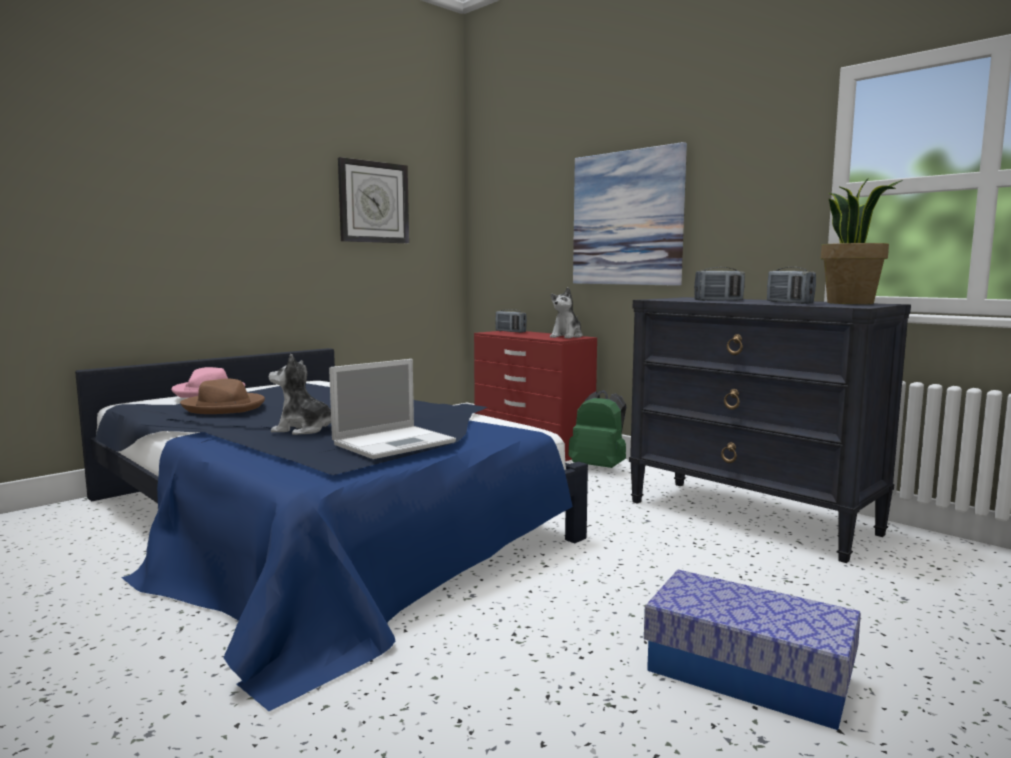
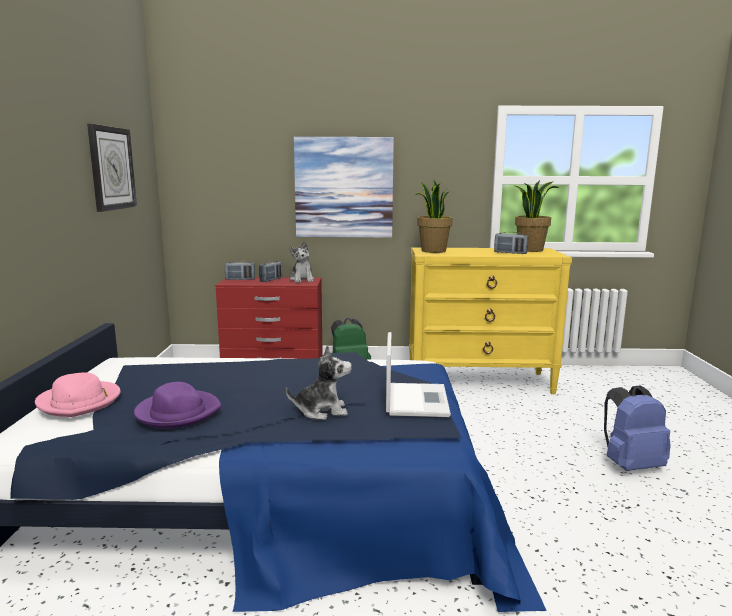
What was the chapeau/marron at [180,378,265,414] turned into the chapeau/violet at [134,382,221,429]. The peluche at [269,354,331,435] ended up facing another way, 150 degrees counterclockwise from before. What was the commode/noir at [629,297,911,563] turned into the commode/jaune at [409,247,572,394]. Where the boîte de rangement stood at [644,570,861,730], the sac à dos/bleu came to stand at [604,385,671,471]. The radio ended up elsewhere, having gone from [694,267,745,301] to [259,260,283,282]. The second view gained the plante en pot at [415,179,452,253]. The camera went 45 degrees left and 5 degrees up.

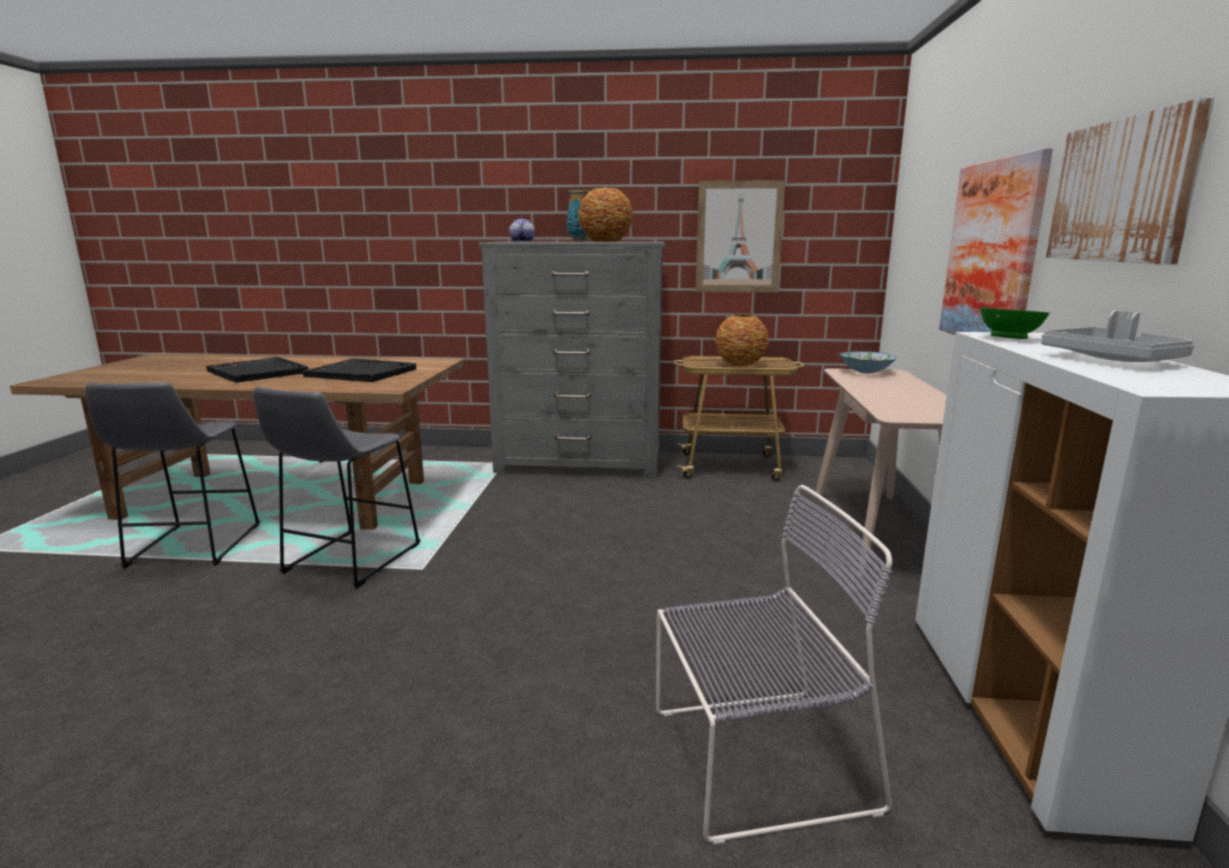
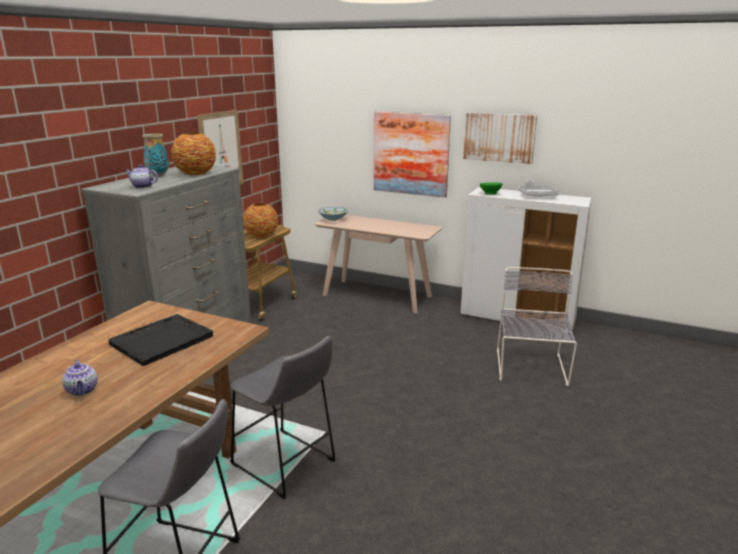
Where the plateau/noir stood at [206,357,308,383], the théière came to stand at [62,360,98,396]. The camera went 70 degrees left and 5 degrees up.

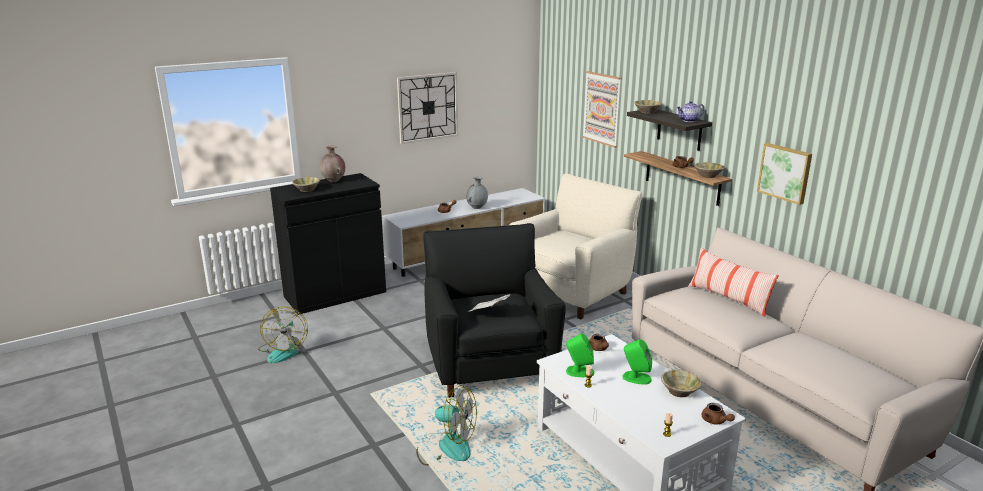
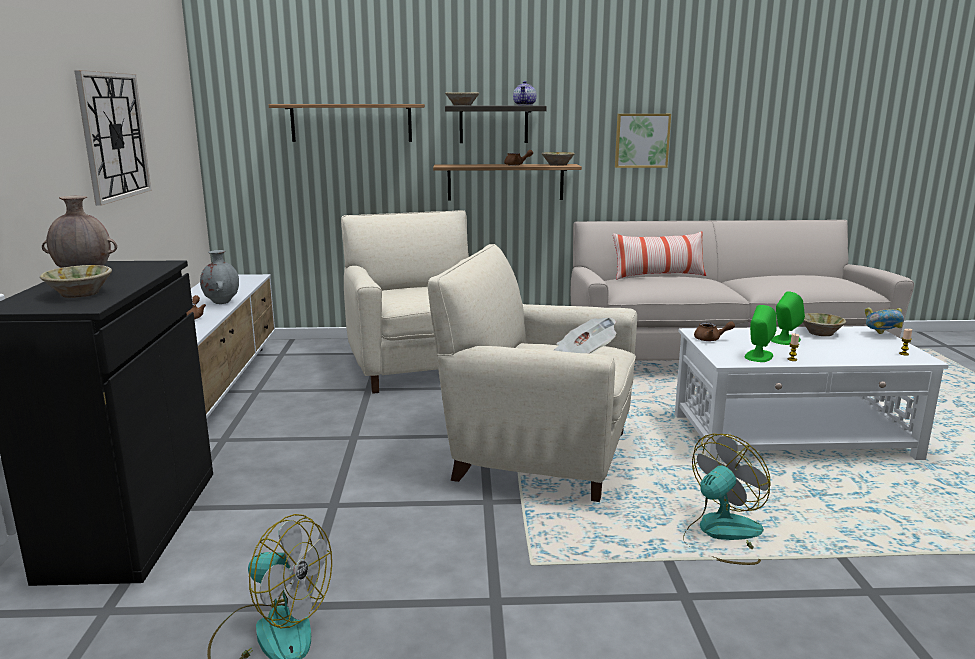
What was the fauteuil/noir at [423,223,566,398] turned into the fauteuil/beige at [428,244,637,502]. Where the tableau hung at [582,71,622,148], the étagère came to hang at [269,104,425,142]. Where the théière/marron stood at [702,403,735,425], the bol came to stand at [865,307,904,334]. The camera went 60 degrees left and 5 degrees down.

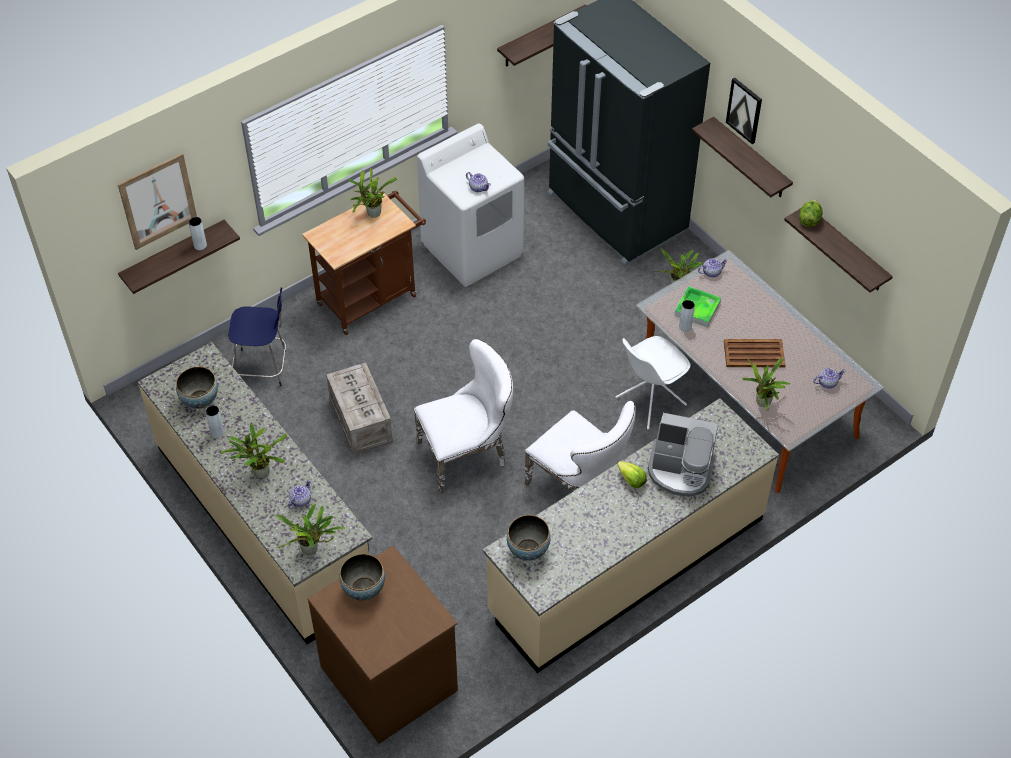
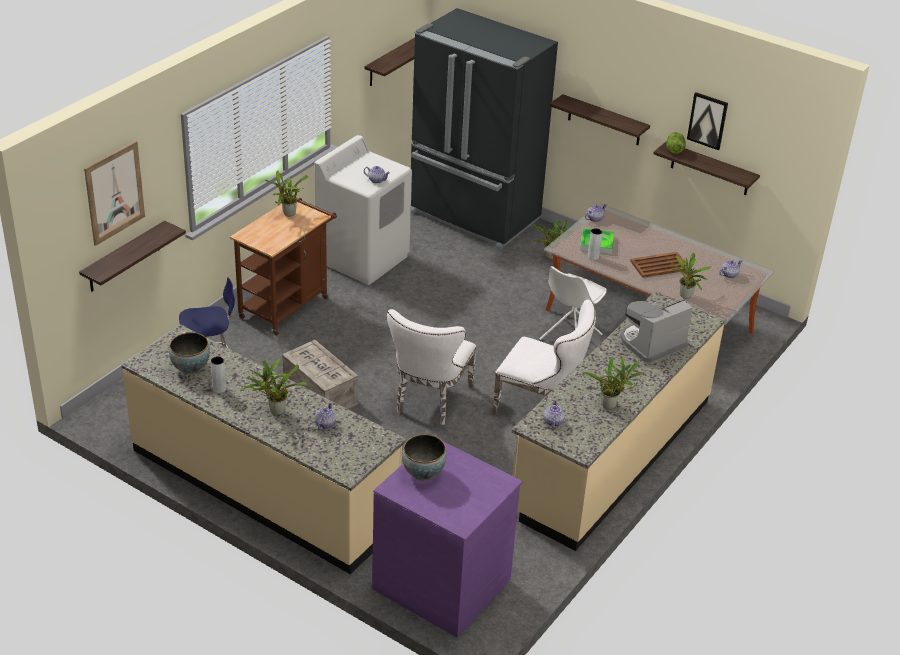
The second view lost the vase/gris at [188,217,207,250]. The plante en pot ended up elsewhere, having gone from [275,504,345,555] to [582,356,643,410]. What was the commode/marron at [308,546,458,744] turned into the commode/violet at [372,441,523,638]. The chaise/blanc at [414,339,513,493] ended up facing another way, 150 degrees clockwise from before. Where the bol stood at [507,515,551,561], the théière came to stand at [543,399,565,428]. The second view lost the laitue at [617,461,647,488]. The machine à café at [648,413,718,497] ended up facing another way, 150 degrees clockwise from before. The tableau ended up elsewhere, having gone from [726,78,762,144] to [687,92,728,150]. The camera went 20 degrees left and 15 degrees down.

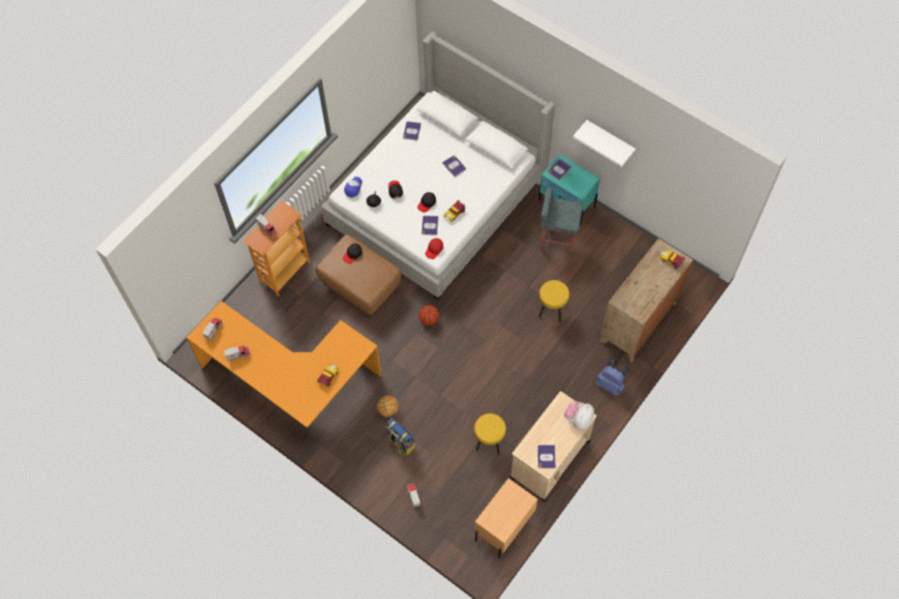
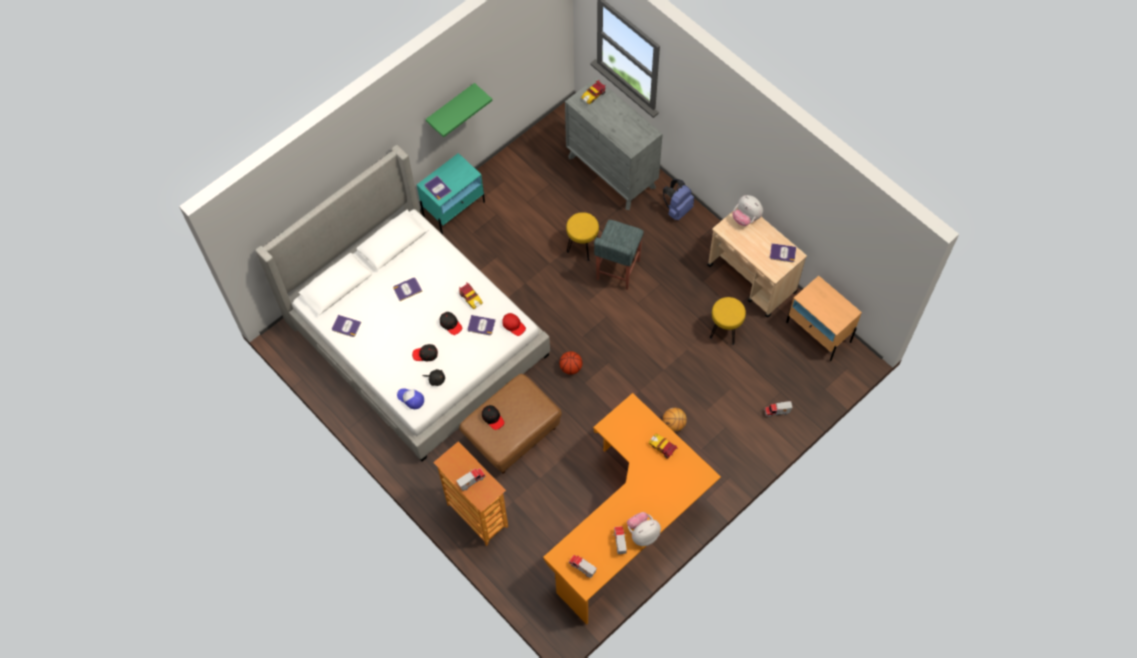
The second view lost the sac à dos at [386,418,415,457]. The tabouret/gris ended up elsewhere, having gone from [540,187,583,255] to [594,220,644,290]. What was the étagère/blanc at [573,120,636,167] turned into the étagère/vert at [426,83,492,137]. What was the commode/marron at [600,238,693,362] turned into the commode/gris at [565,78,663,210]. The second view gained the peluche at [627,512,661,546]. The camera went 80 degrees left and 0 degrees up.

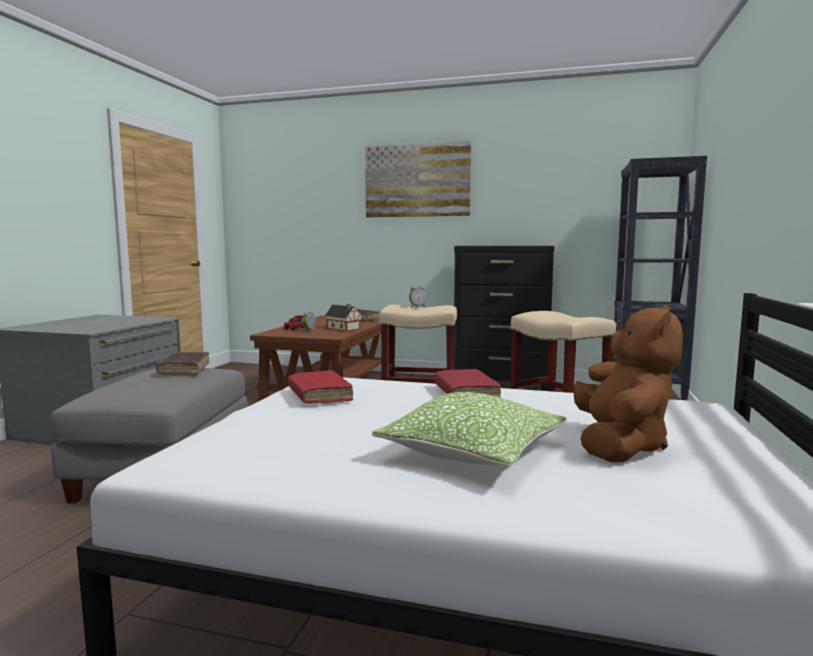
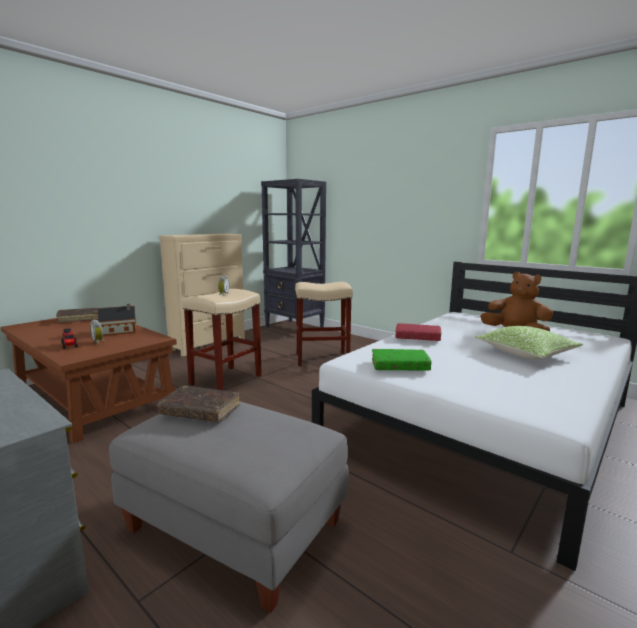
What was the livre/rouge at [288,370,353,404] turned into the livre/vert at [372,349,432,370]. The second view lost the tableau at [365,141,471,217]. What was the commode/noir at [454,246,554,390] turned into the commode/beige at [159,234,245,356]. The camera went 65 degrees left and 5 degrees up.

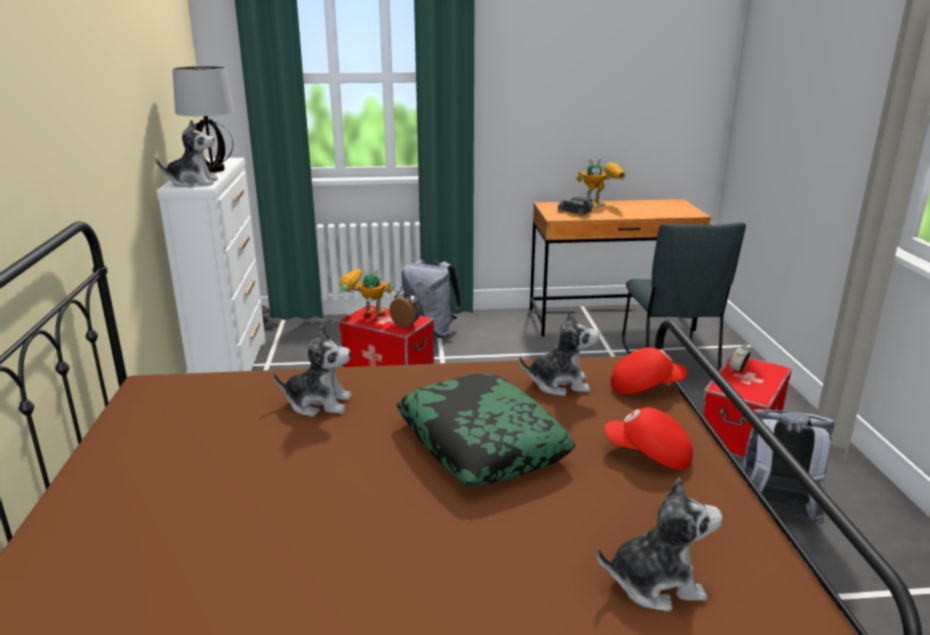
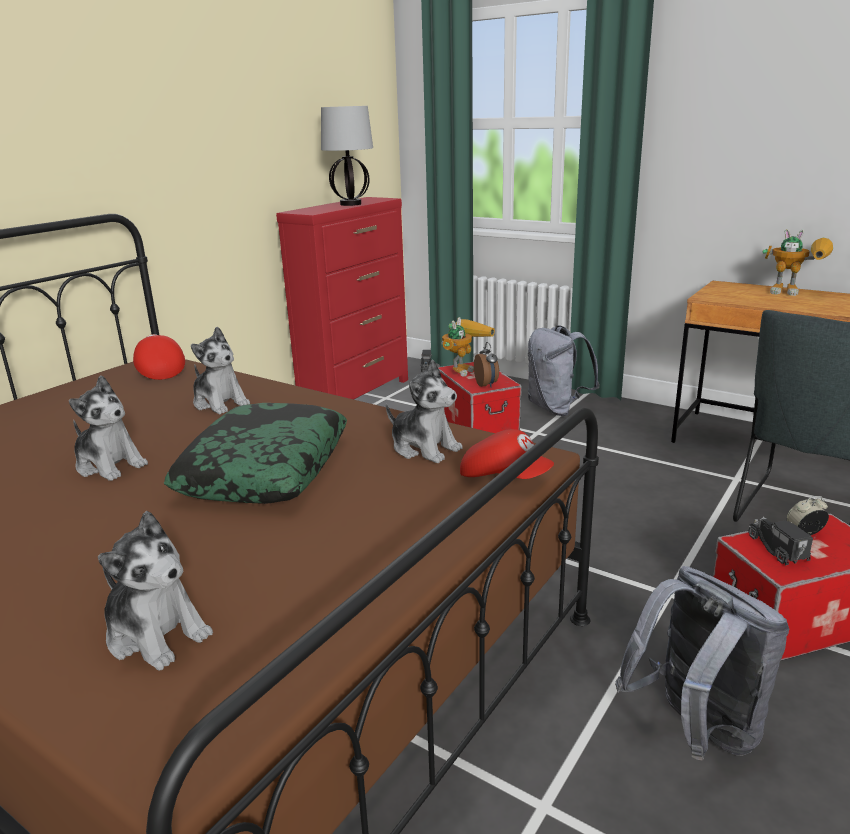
The peluche ended up elsewhere, having gone from [156,120,218,187] to [69,375,148,481]. What was the commode/blanc at [157,158,265,373] turned into the commode/rouge at [276,197,408,400]. The robot jouet at [339,268,394,314] ended up facing another way, 75 degrees clockwise from before. The camion jouet ended up elsewhere, having gone from [558,197,593,216] to [748,516,813,565]. The casquette/rouge ended up elsewhere, having gone from [604,407,693,470] to [133,334,185,380]. The camera went 40 degrees right and 0 degrees up.

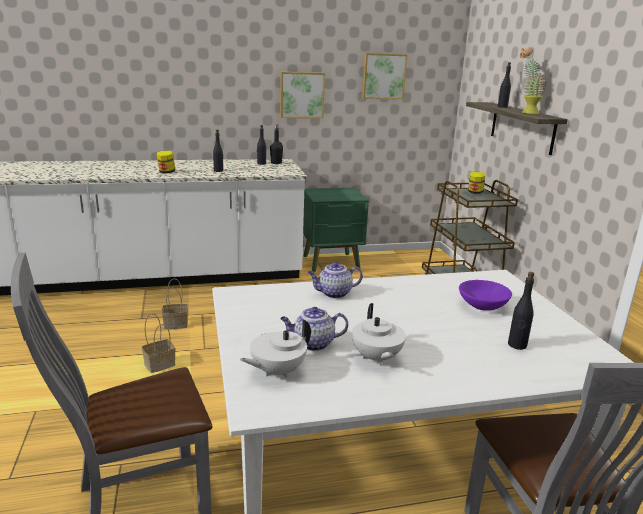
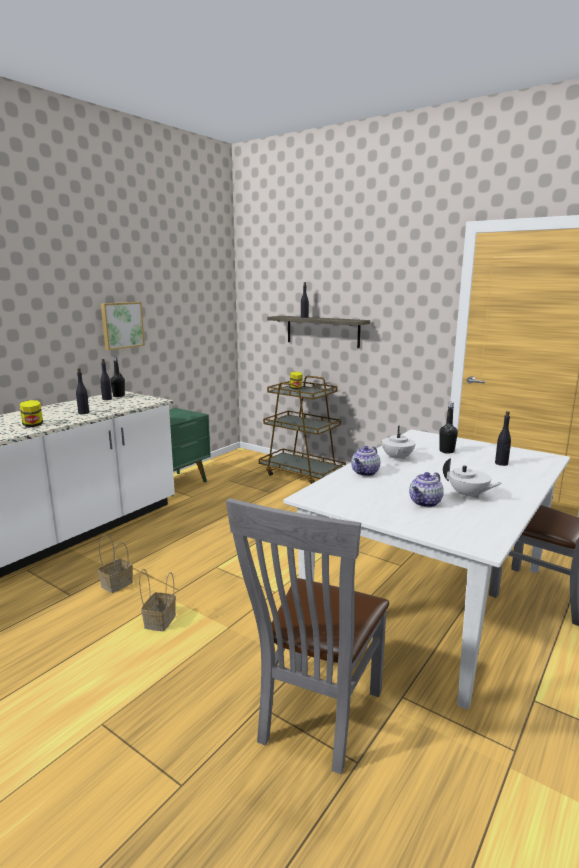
The théière/blanc ended up elsewhere, having gone from [240,319,311,377] to [382,426,416,461]. The second view lost the tableau at [362,53,408,99]. Where the bol/violet stood at [459,280,512,310], the bouteille/noir came to stand at [440,402,458,453]. The second view lost the plante en pot at [520,47,546,114]. The camera went 40 degrees left and 5 degrees down.

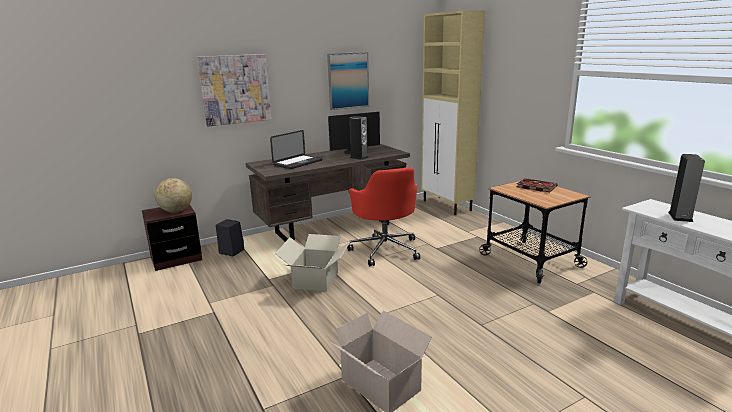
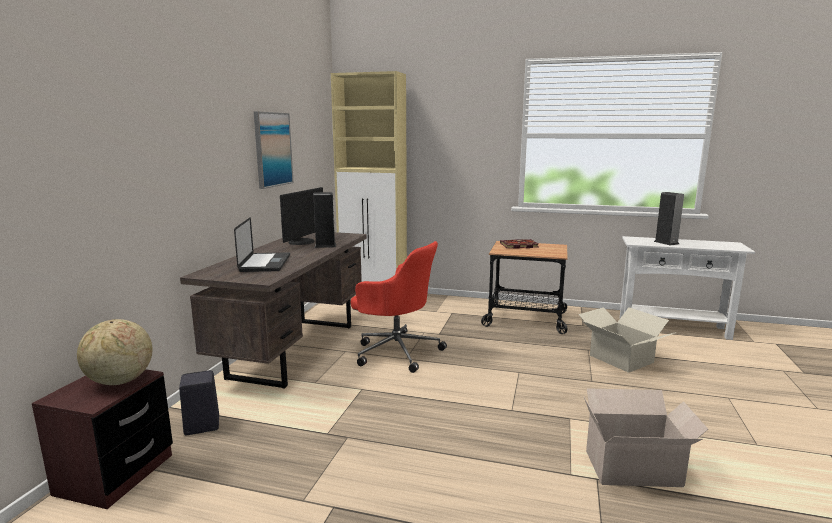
The second view lost the tableau at [197,54,271,126]. The carton ended up elsewhere, having gone from [275,234,351,292] to [578,307,677,373]. The camera went 45 degrees left and 5 degrees down.

